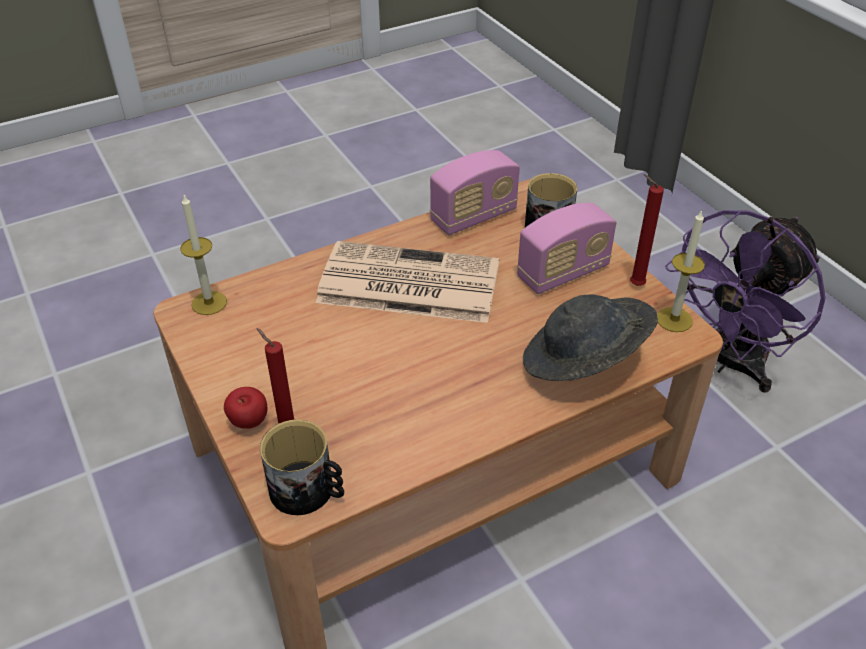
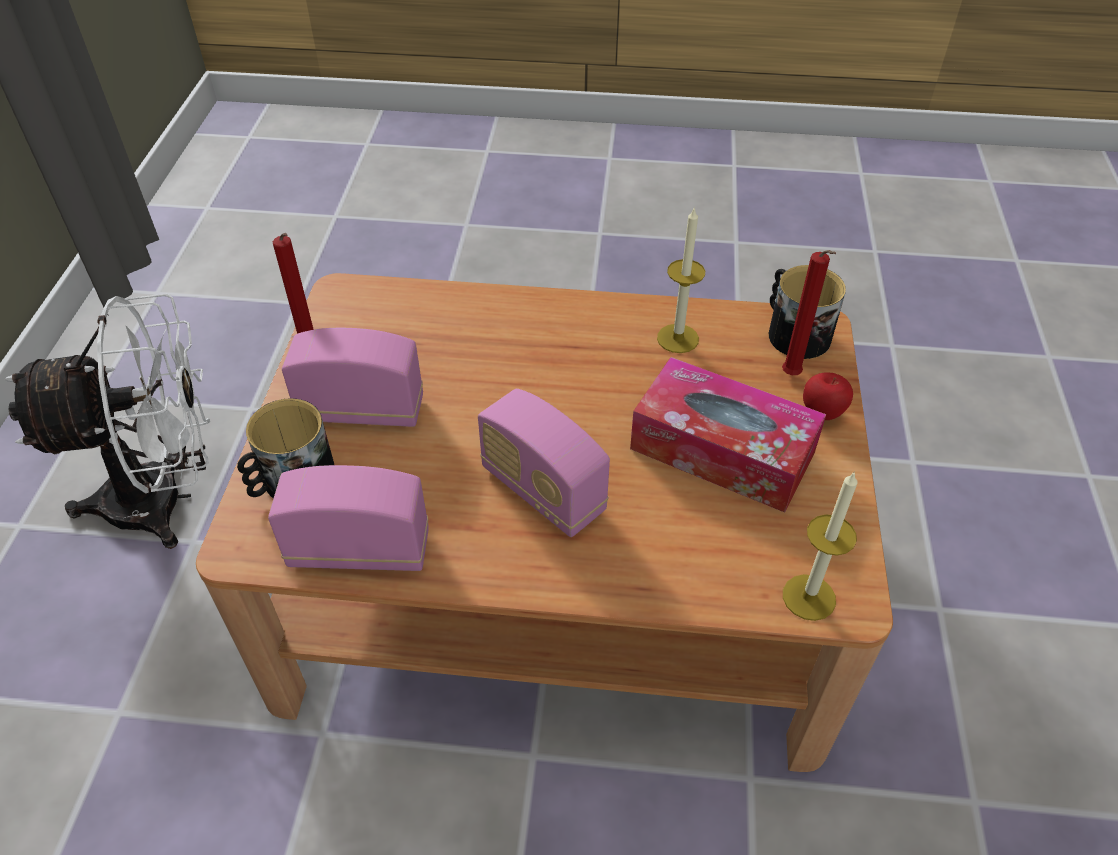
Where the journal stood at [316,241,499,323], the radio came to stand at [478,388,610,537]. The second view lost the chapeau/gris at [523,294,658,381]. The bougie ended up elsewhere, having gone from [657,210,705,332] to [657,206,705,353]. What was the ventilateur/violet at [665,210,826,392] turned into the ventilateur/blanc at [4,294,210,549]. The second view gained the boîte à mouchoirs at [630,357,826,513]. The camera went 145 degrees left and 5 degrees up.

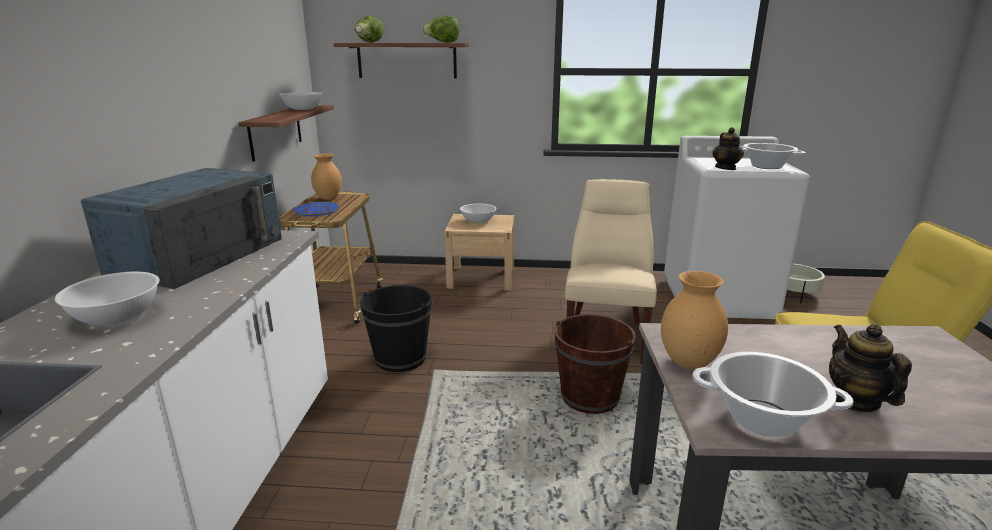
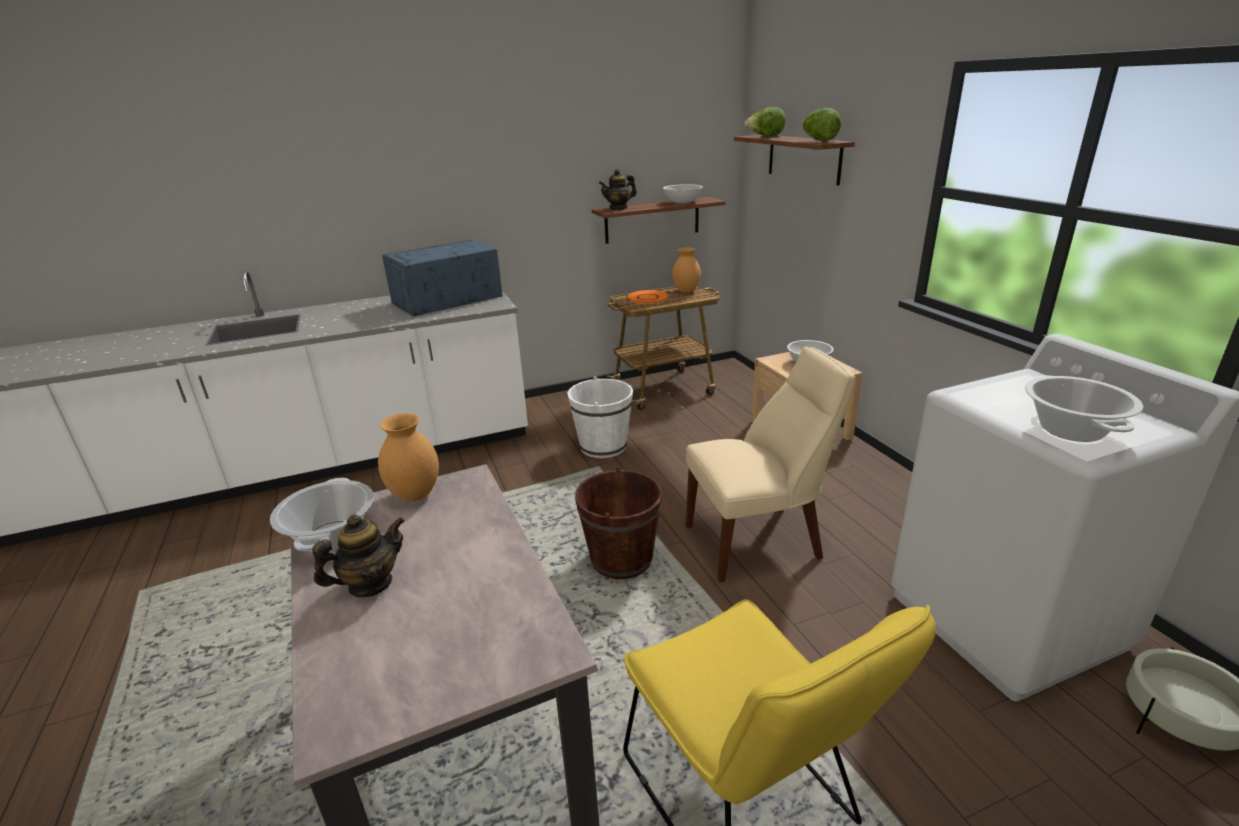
The second view lost the bol/blanc at [55,272,159,325]. The micro-ondes/bleu at [81,168,282,289] ended up facing another way, 150 degrees clockwise from before. What was the assiette/bleu at [292,202,341,216] turned into the assiette/orange at [626,290,670,304]. What was the seau/noir at [360,285,432,372] turned into the seau/blanc at [567,376,633,458]. The théière ended up elsewhere, having gone from [712,127,744,170] to [599,169,637,210]. The camera went 65 degrees right and 5 degrees up.

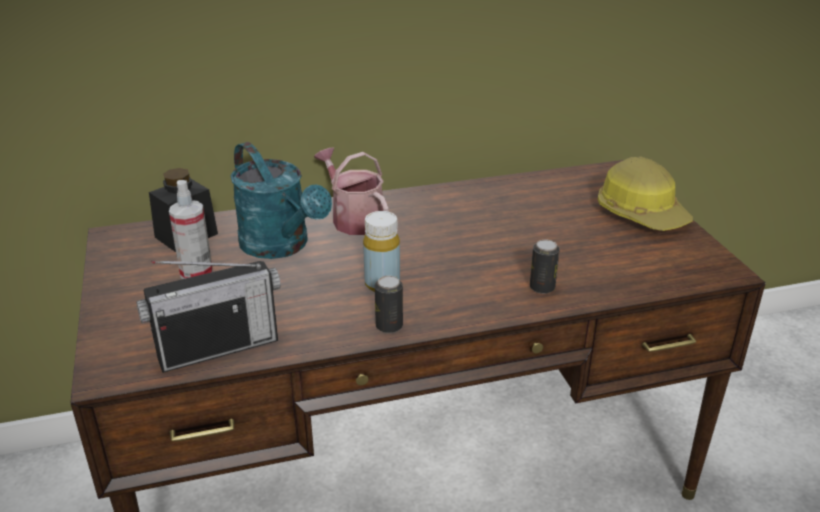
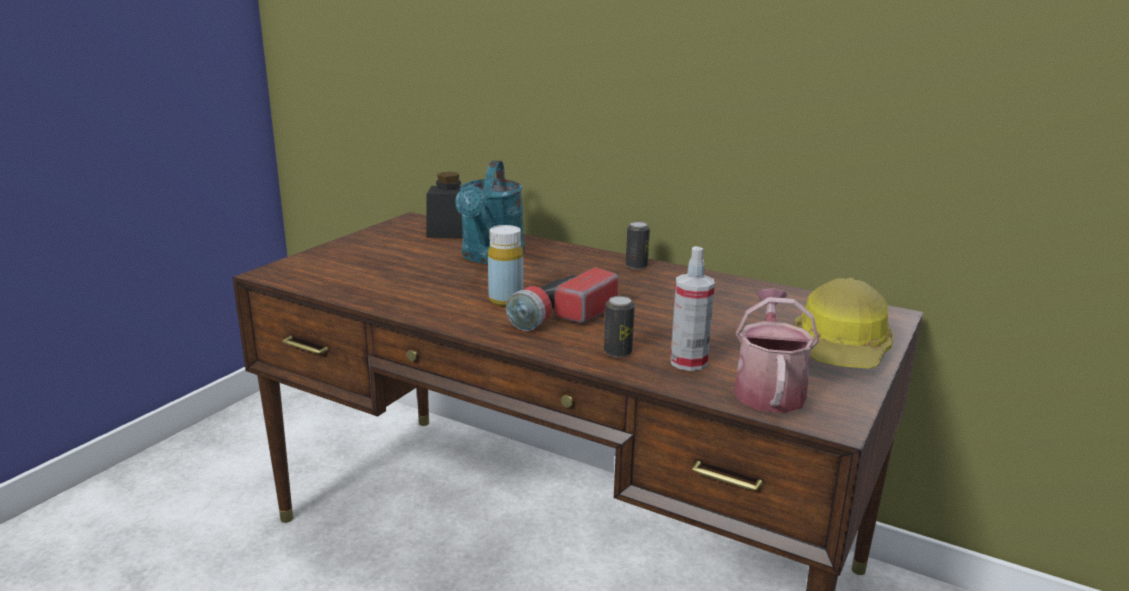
The second view lost the radio at [136,261,281,373]. The vaporisateur ended up elsewhere, having gone from [169,180,213,279] to [670,246,715,371]. The arrosoir ended up elsewhere, having gone from [314,147,389,235] to [734,288,819,413]. The boîte métallique ended up elsewhere, having gone from [375,275,403,333] to [626,221,650,269]. The second view gained the lampe de poche at [506,267,618,331]. The camera went 45 degrees right and 10 degrees down.

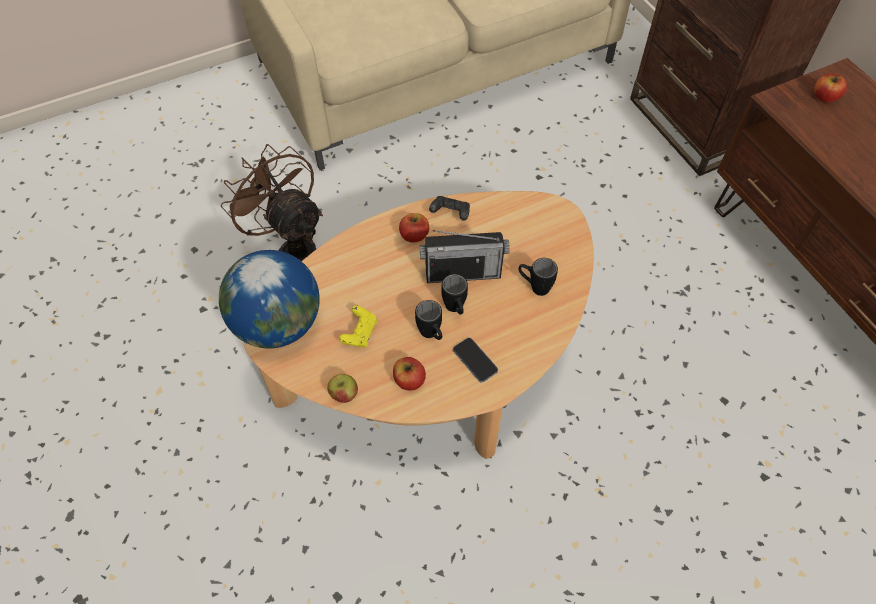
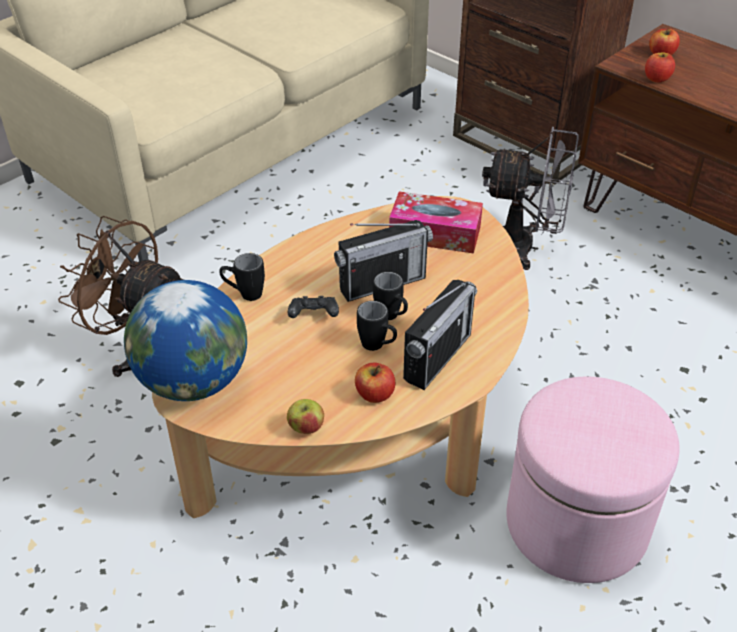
The second view lost the manette/jaune at [339,306,377,347]. The pomme ended up elsewhere, having gone from [399,213,429,243] to [645,53,675,82]. The manette/noir ended up elsewhere, having gone from [429,196,470,221] to [288,296,339,318]. Where the téléphone stood at [453,337,498,383], the radio came to stand at [403,280,477,390]. The mug/noir ended up elsewhere, having gone from [519,258,558,296] to [219,253,265,301]. The second view gained the boîte à mouchoirs at [389,192,483,254]. The second view gained the ventilateur/gris at [482,127,579,270]. The second view gained the pouf/rose at [506,377,680,583]. The camera went 20 degrees left and 15 degrees down.

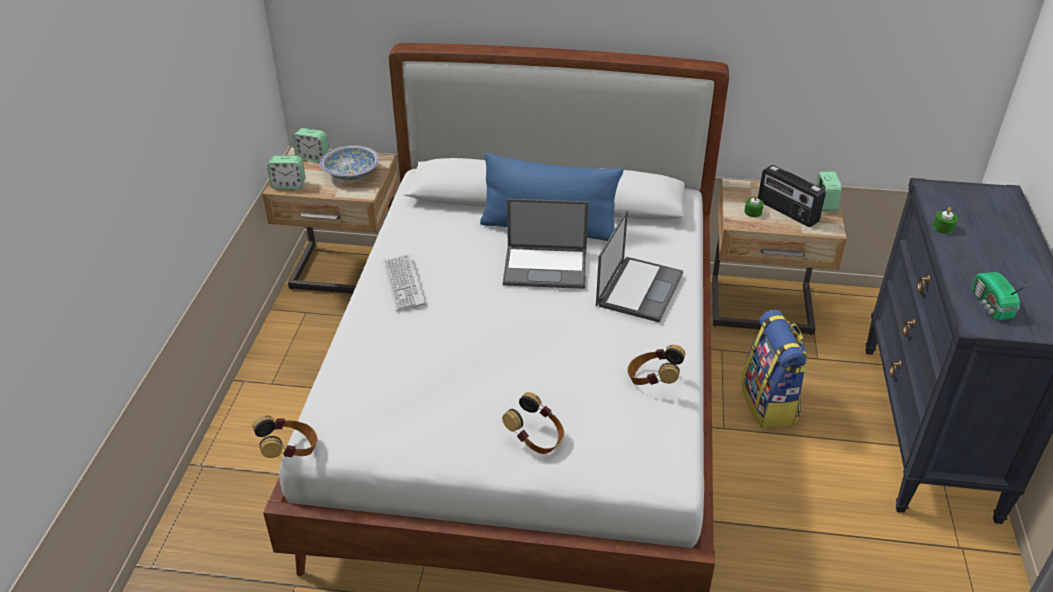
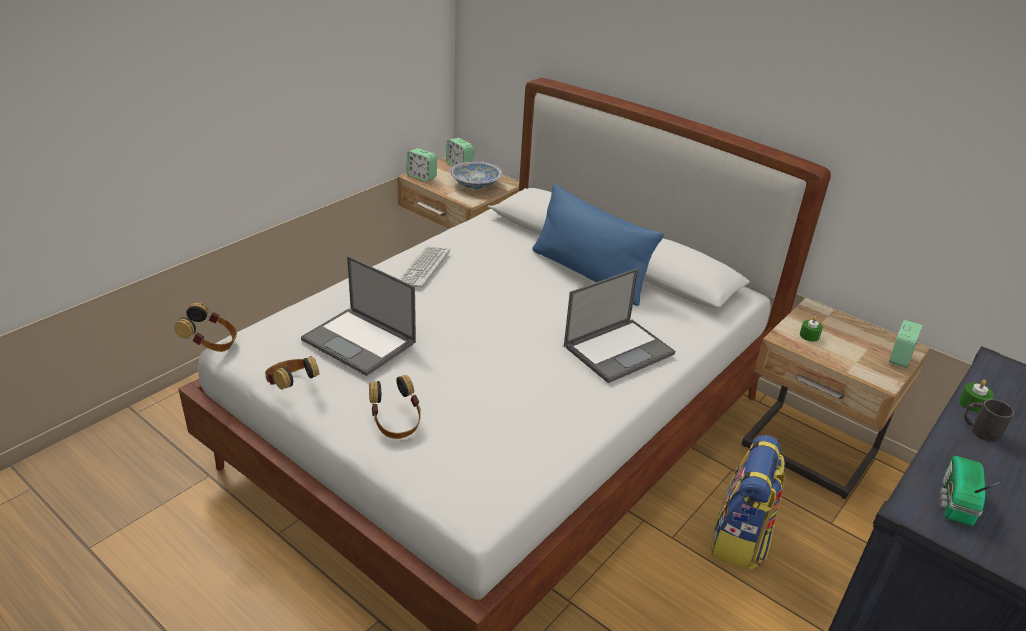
The ordinateur portable ended up elsewhere, having gone from [503,199,589,289] to [301,256,416,376]. The casque audio ended up elsewhere, having gone from [627,345,685,385] to [265,357,319,390]. The second view lost the radio at [758,165,826,227]. The second view gained the mug/noir at [964,399,1014,442]. The camera went 30 degrees right and 5 degrees down.

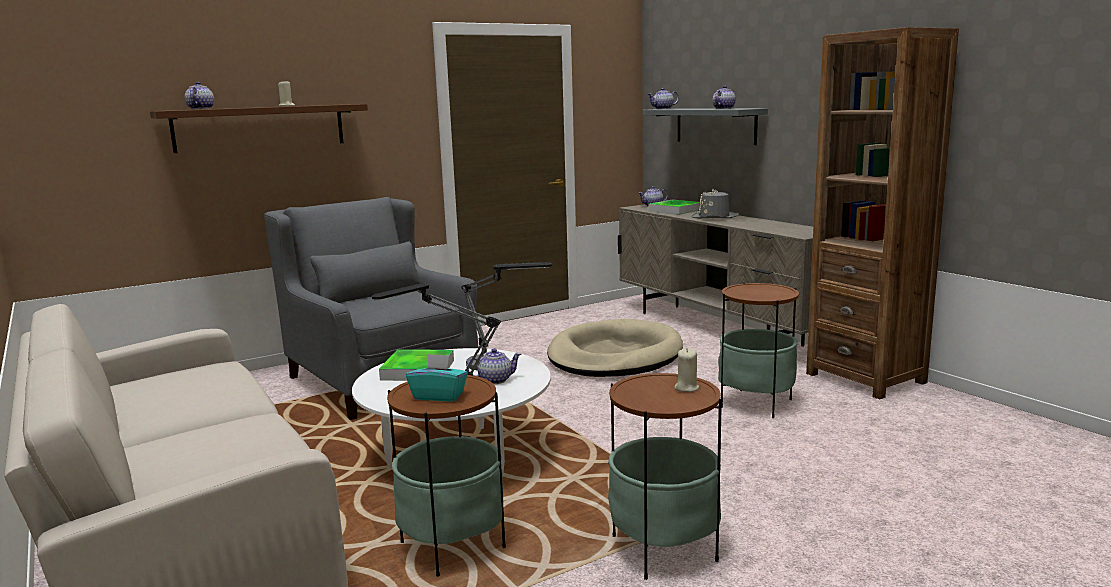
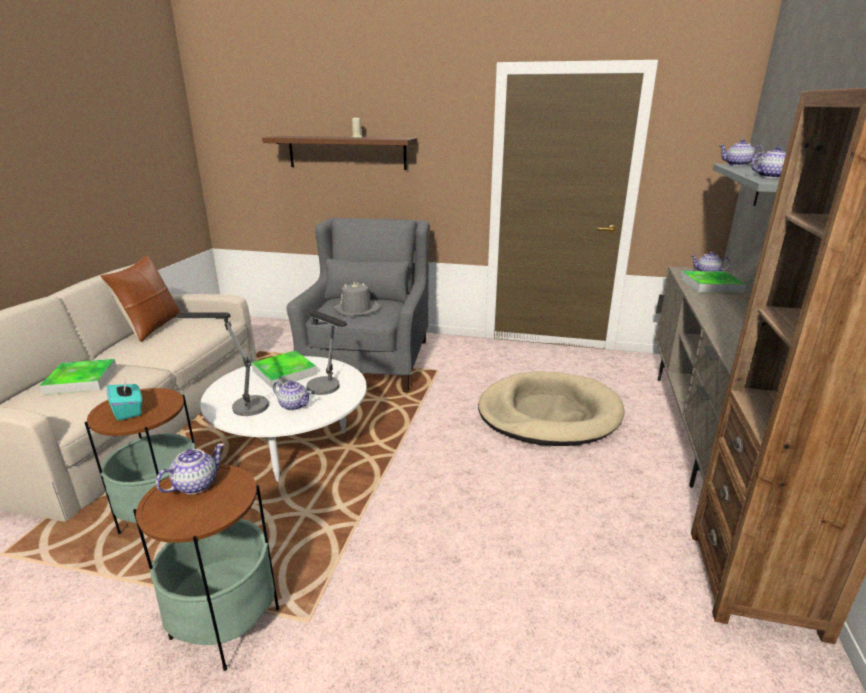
The théière ended up elsewhere, having gone from [185,82,214,109] to [156,443,224,494]. The second view lost the bougie/beige at [675,348,699,392]. The chapeau/gris ended up elsewhere, having gone from [691,189,739,218] to [333,282,379,316]. The second view lost the table d'appoint at [718,282,799,418]. The second view gained the plateau at [40,359,117,395]. The second view gained the coussin/marron at [100,255,180,342]. The camera went 45 degrees right and 10 degrees up.

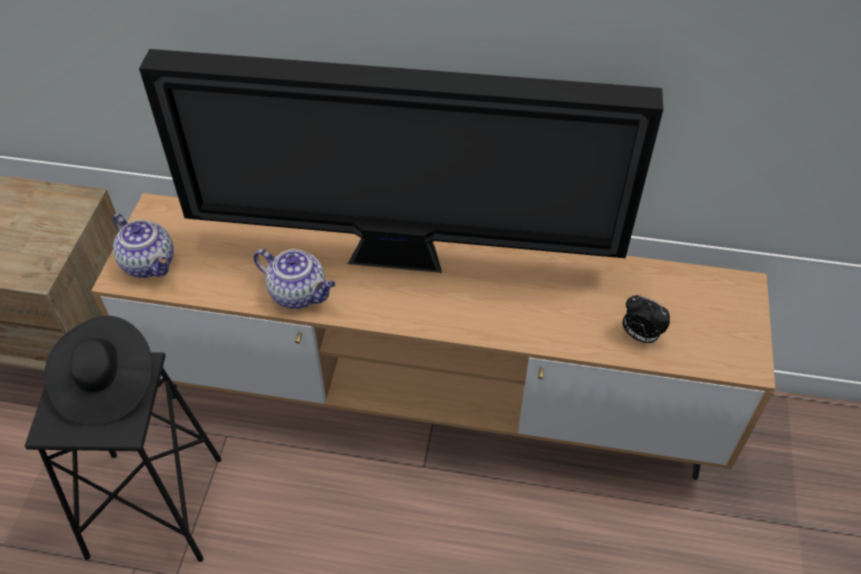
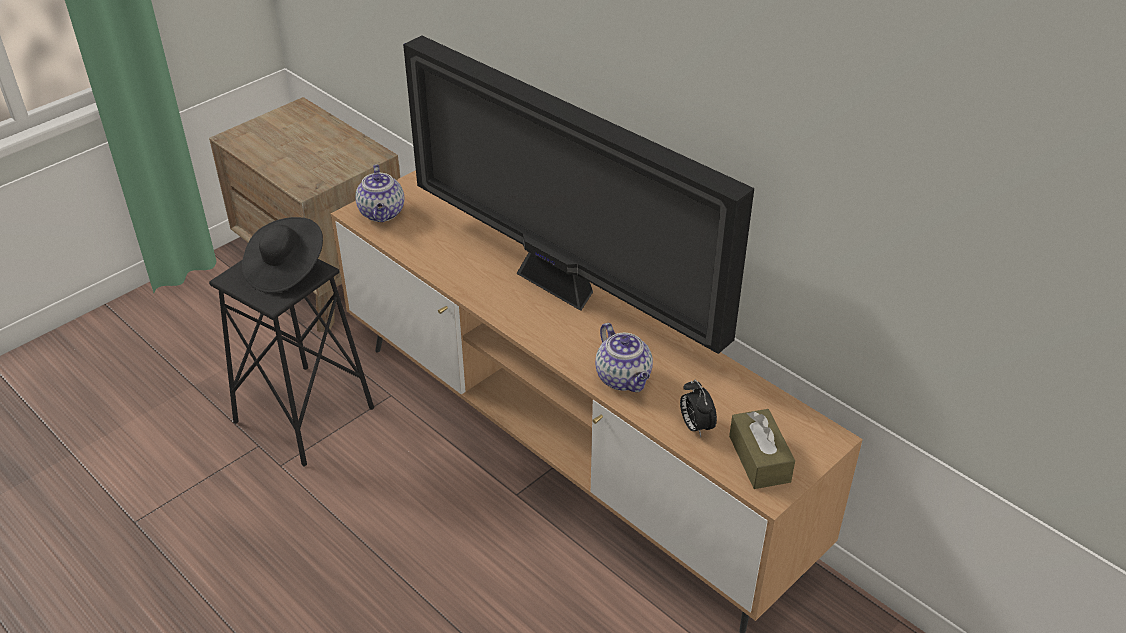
The théière ended up elsewhere, having gone from [254,249,336,309] to [595,323,653,392]. The second view gained the boîte à mouchoirs/marron at [729,409,795,489]. The camera went 35 degrees right and 10 degrees down.

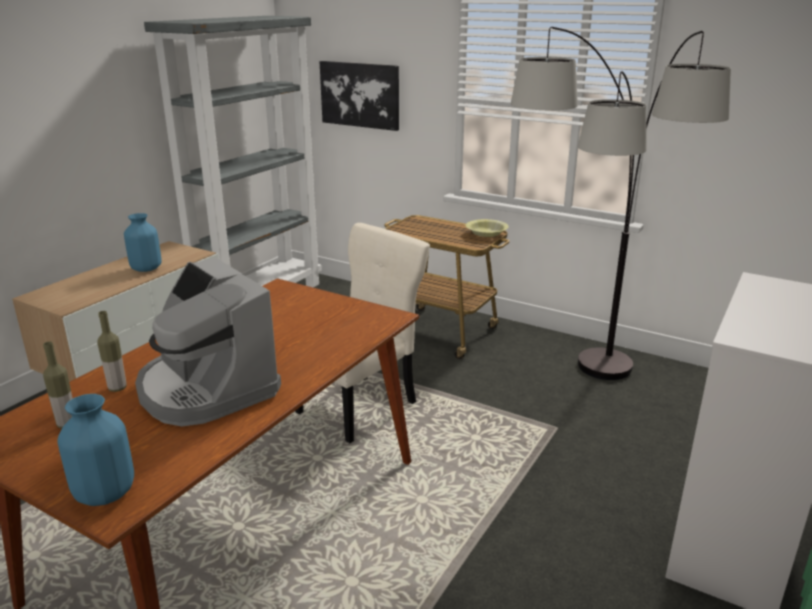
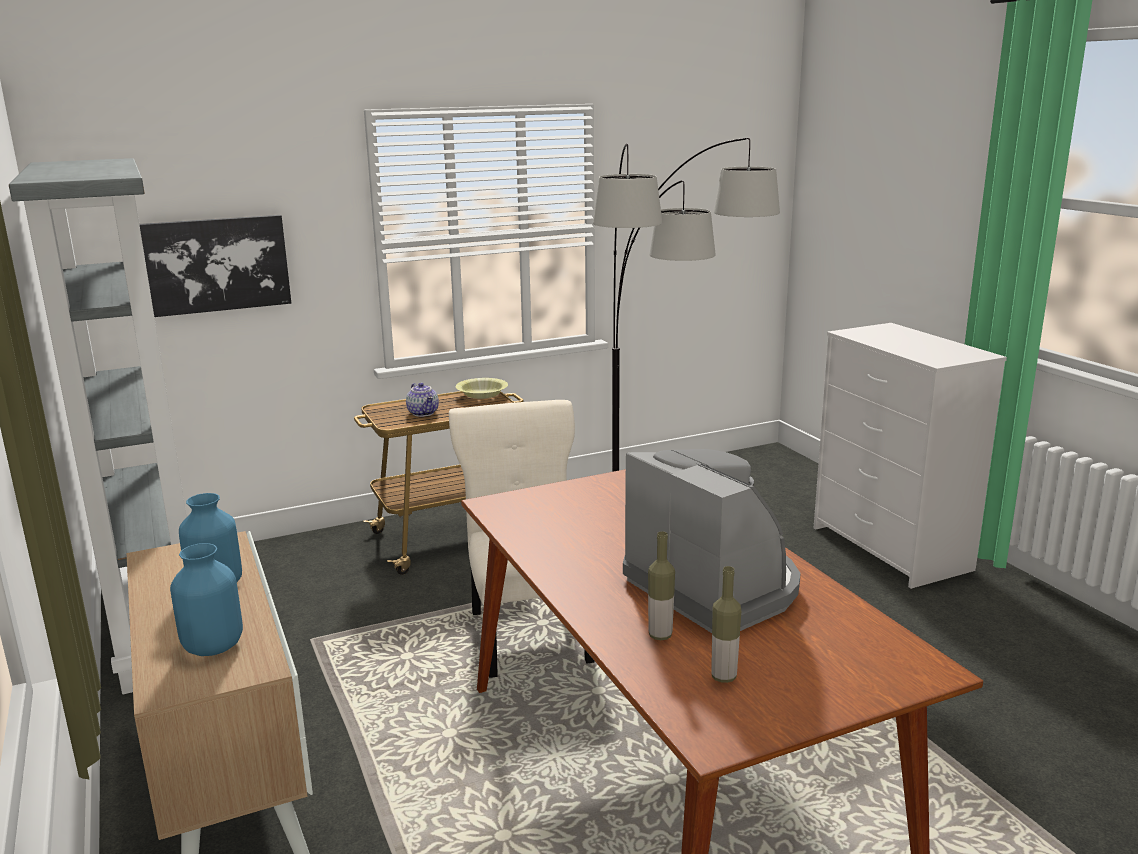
The vase/bleu ended up elsewhere, having gone from [57,394,134,506] to [170,543,243,656]. The machine à café at [135,258,281,427] ended up facing another way, 120 degrees counterclockwise from before. The second view gained the théière at [406,383,439,417]. The camera went 55 degrees left and 5 degrees down.

